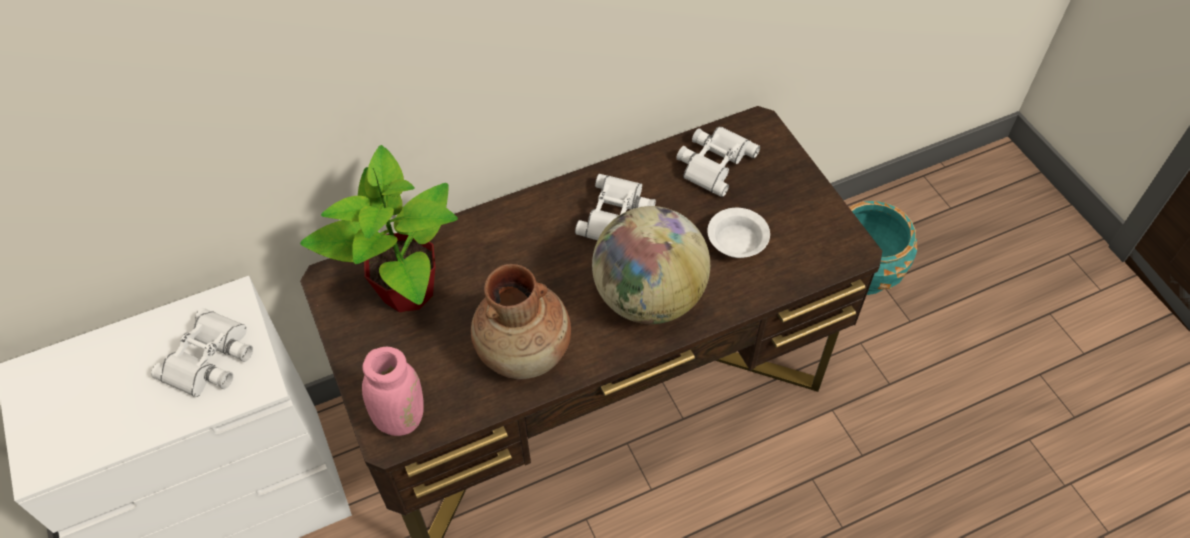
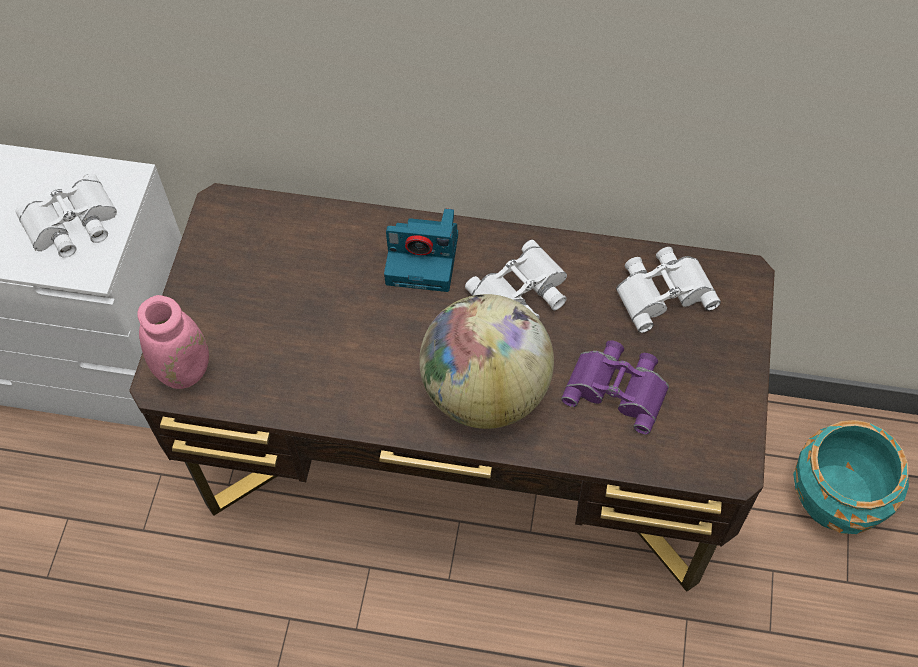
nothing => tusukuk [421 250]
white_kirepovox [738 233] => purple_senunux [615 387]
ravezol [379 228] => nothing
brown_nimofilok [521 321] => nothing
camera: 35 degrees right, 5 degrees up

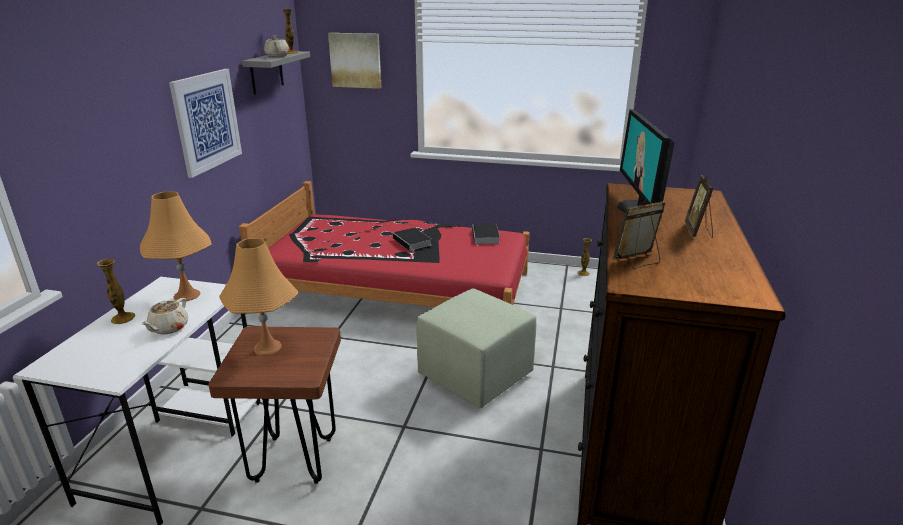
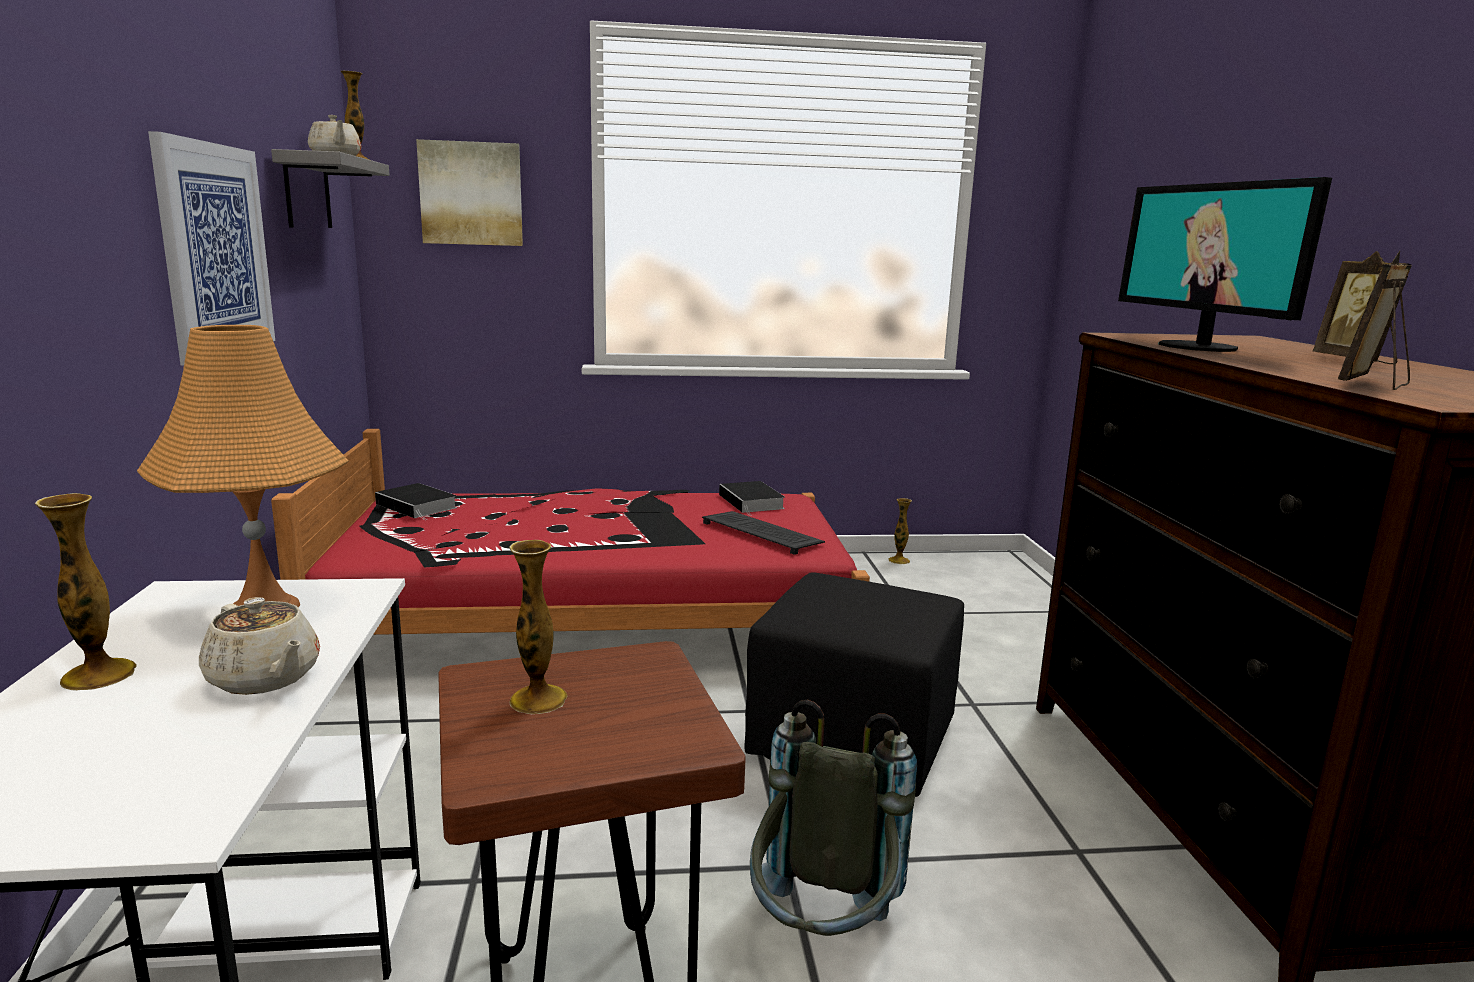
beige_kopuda [164 316] => beige_kopuda [259 646], 45 degrees counterclockwise
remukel [412 239] => remukel [416 501], moved
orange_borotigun [259 297] => nimofilok [538 627]
nothing => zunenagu [763 533]
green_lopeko [476 348] => black_lopeko [854 684]
nothing => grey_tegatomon [833 818]
camera: 20 degrees left, 10 degrees down

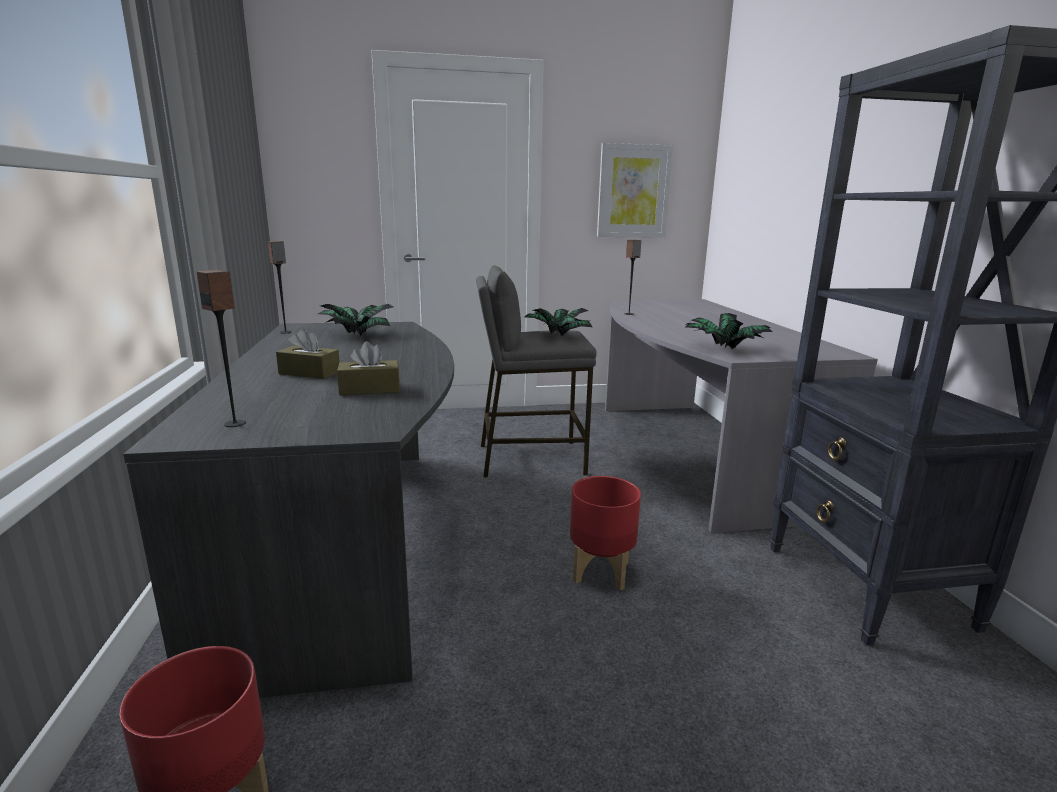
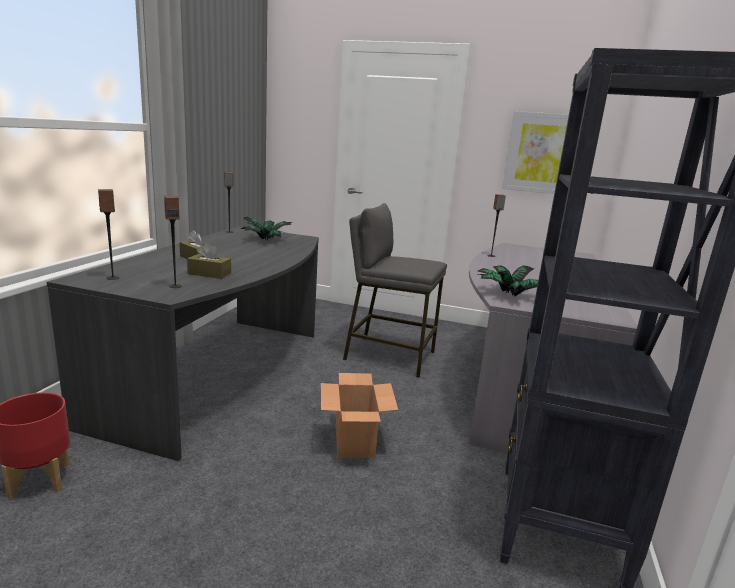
nothing => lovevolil [173 242]
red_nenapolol [605 533] => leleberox [359 415]
ravezol [558 322] => nothing
camera: 25 degrees right, 0 degrees up

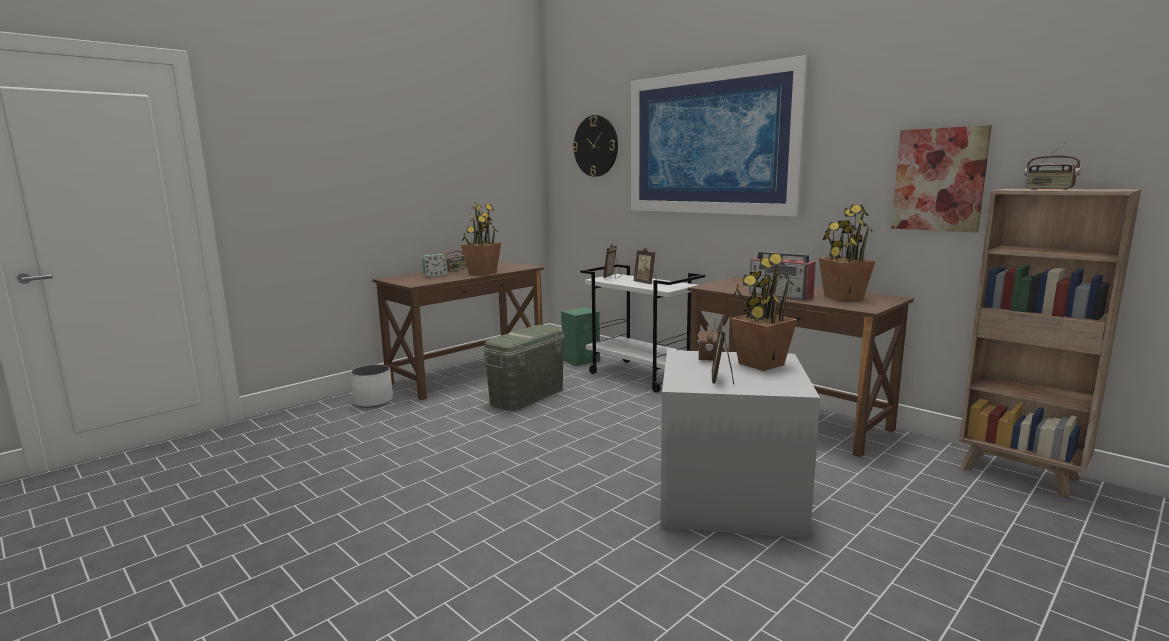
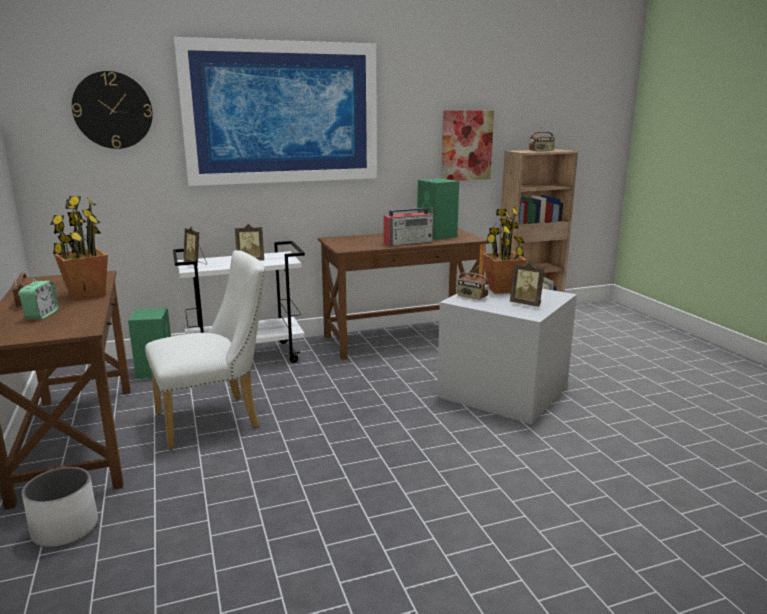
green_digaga [524 368] => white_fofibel [205 350]
ravezol [847 253] => green_lovevolil [438 209]
camera: 65 degrees left, 5 degrees up

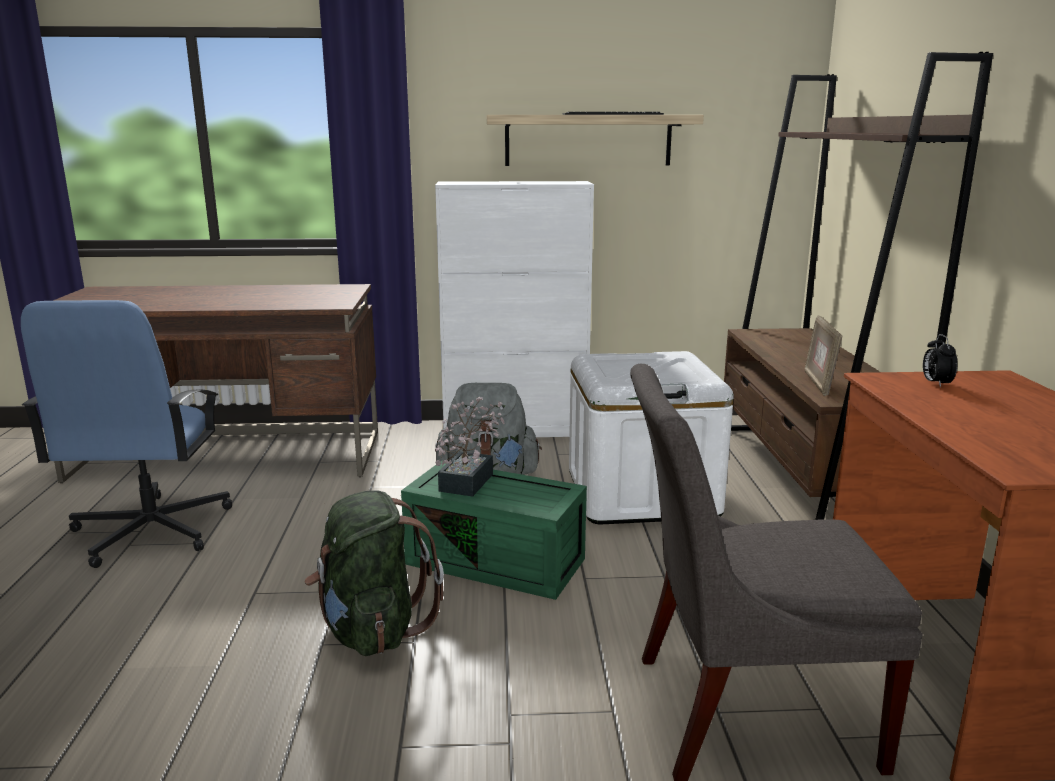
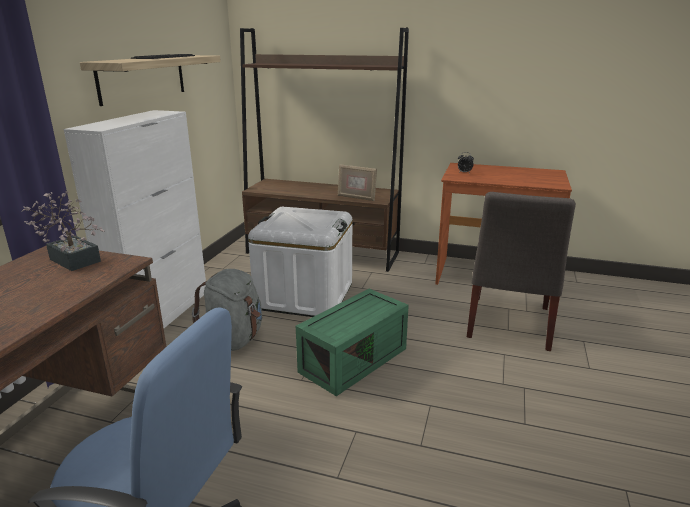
ravezol [470 447] => ravezol [63 231], moved
green_tegatomon [374 573] => nothing
camera: 70 degrees left, 5 degrees up

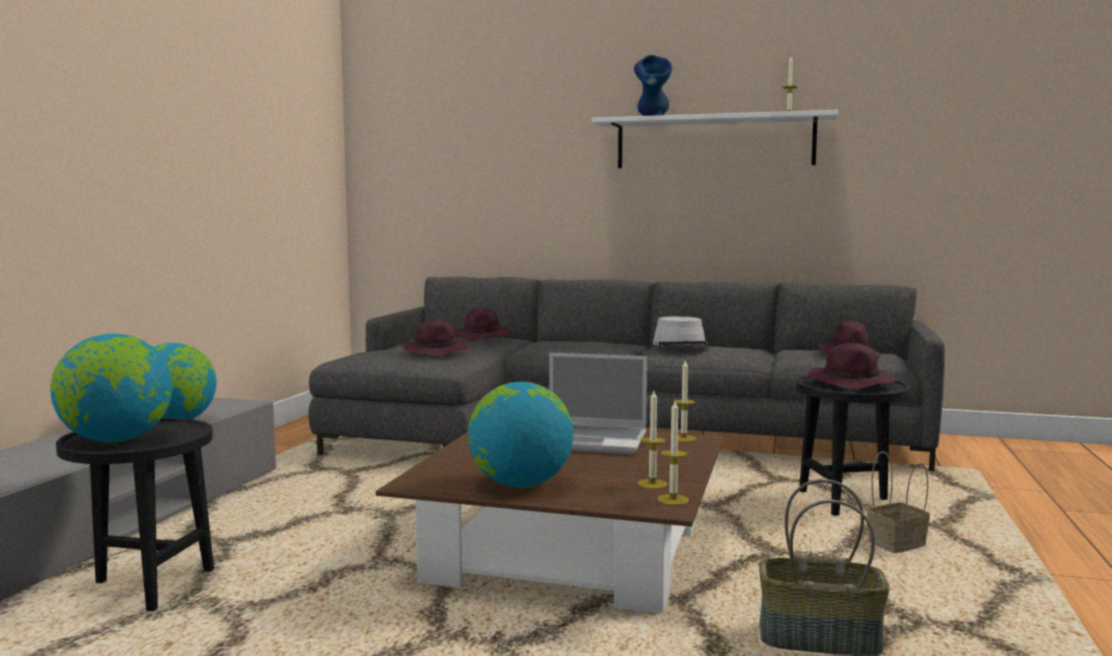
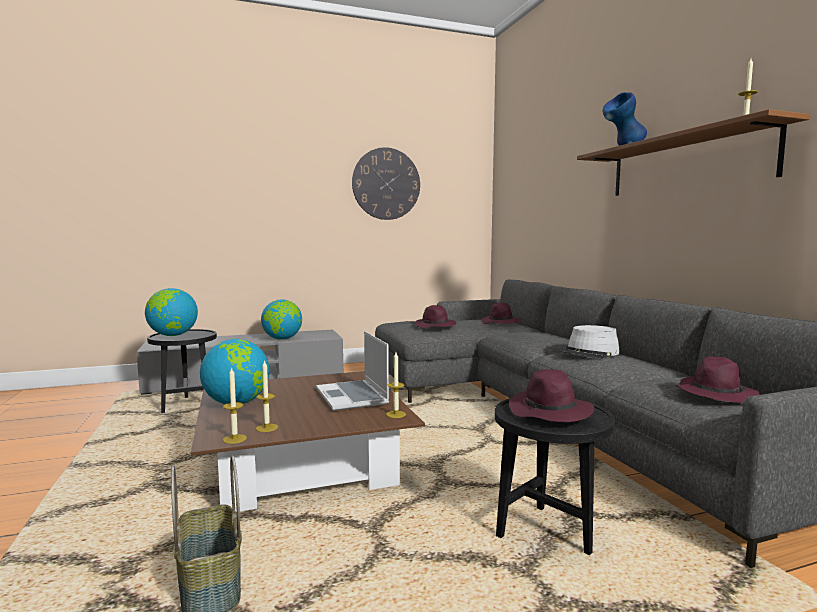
nothing => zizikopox [386 183]
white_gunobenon [715 139] => brown_gunobenon [693 152]
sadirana [898 502] => nothing
camera: 55 degrees right, 0 degrees up

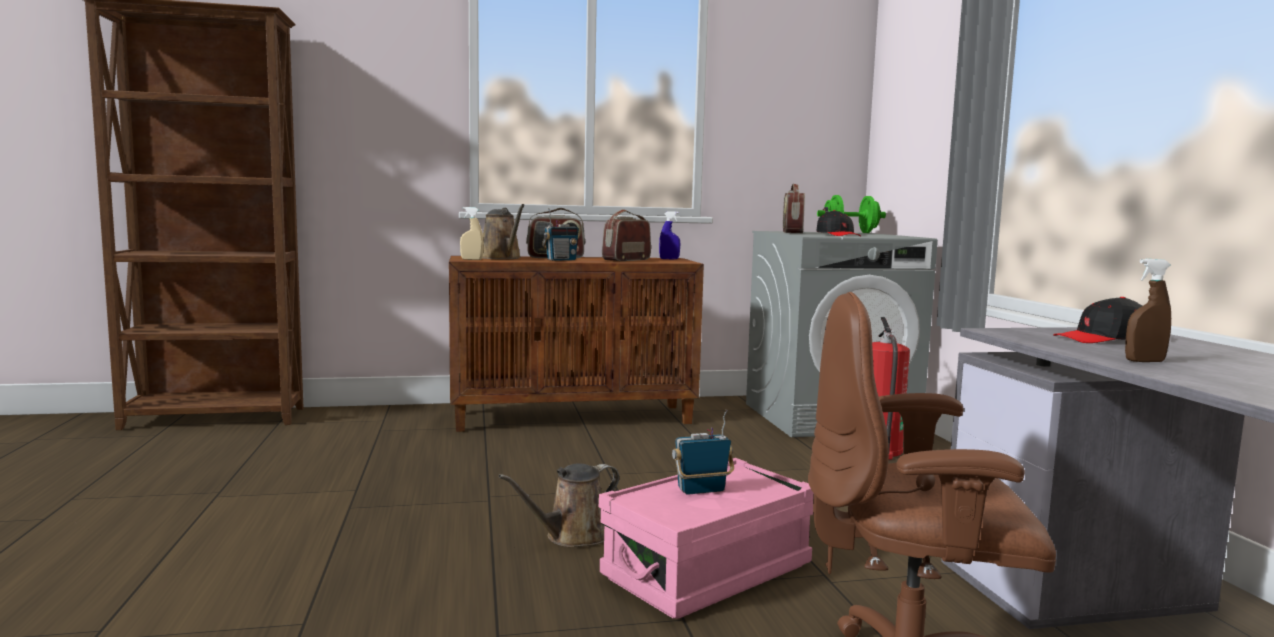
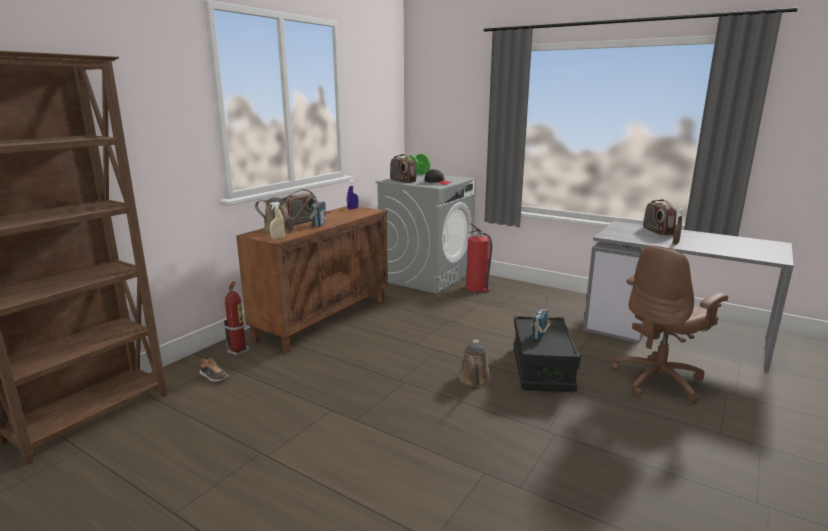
nothing => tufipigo [215 370]
nothing => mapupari [237 319]
pink_digaga [706 538] => black_digaga [547 354]
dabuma [626 235] => dabuma [660 217], moved
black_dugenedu [1097 320] => nothing
camera: 45 degrees left, 10 degrees up

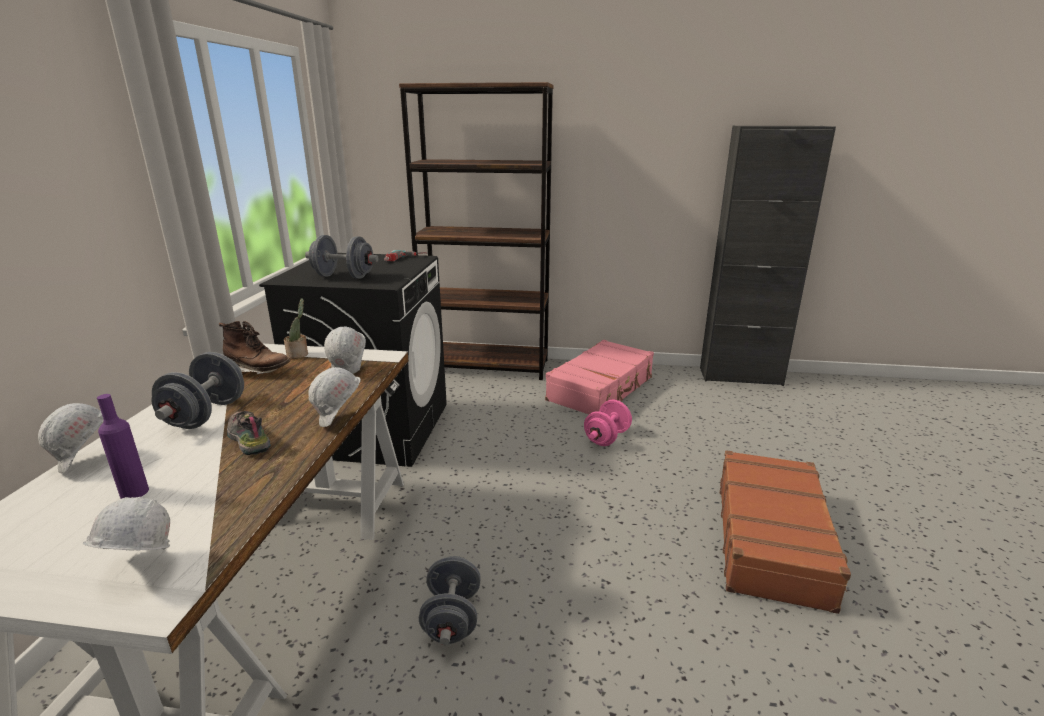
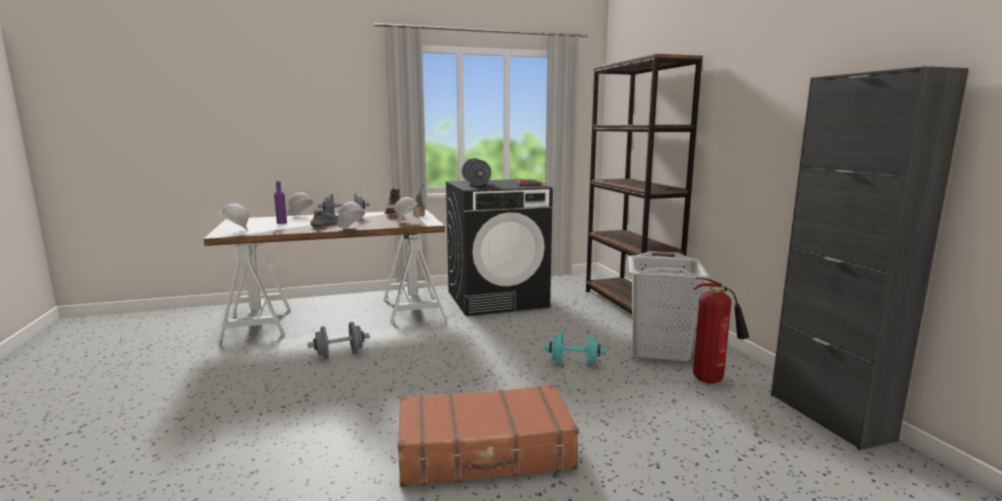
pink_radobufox [608 423] => turquoise_radobufox [575 349]
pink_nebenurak [599 377] => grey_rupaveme [668 306]
nothing => mapupari [721 330]
camera: 65 degrees right, 10 degrees down

